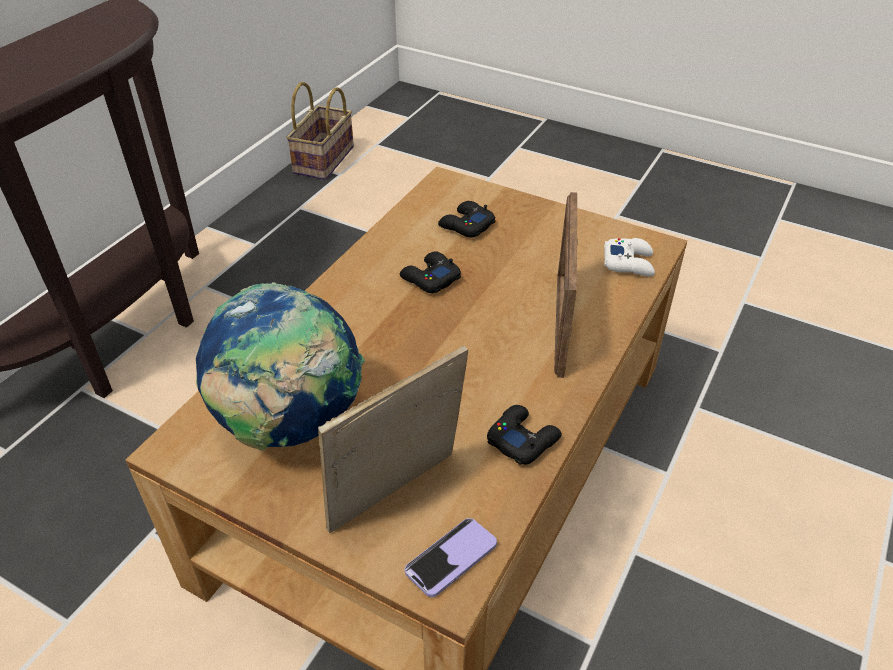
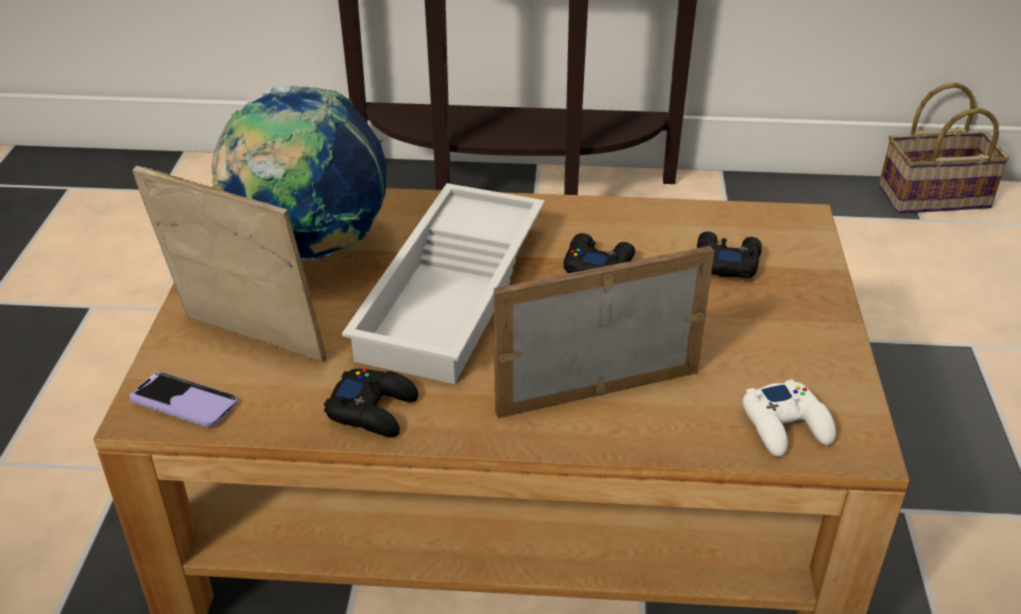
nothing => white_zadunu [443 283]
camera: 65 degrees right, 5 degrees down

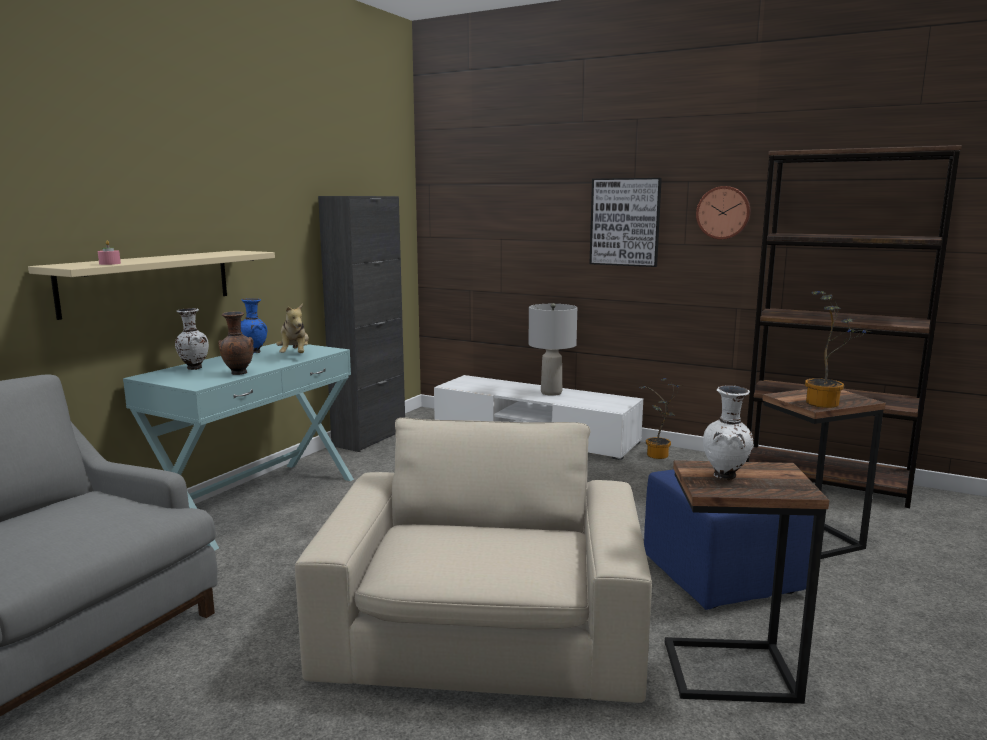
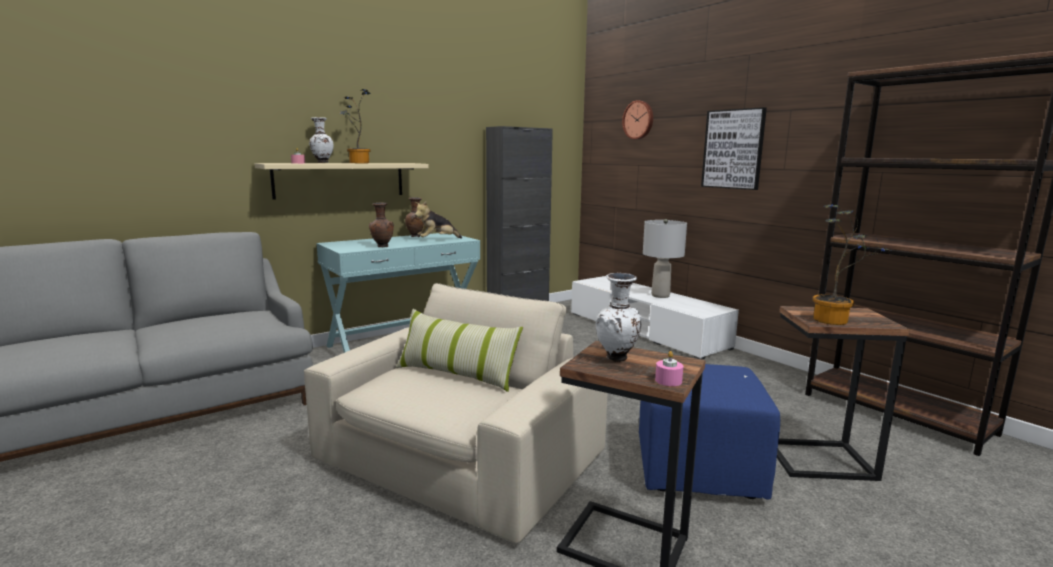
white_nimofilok [192 339] => white_nimofilok [321 140], moved
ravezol [661 418] => ravezol [356 126], moved
nothing => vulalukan [459 350]
blue_nimofilok [254 325] => brown_nimofilok [414 217]
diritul [292 328] => diritul [438 220], 45 degrees clockwise
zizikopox [723 212] => zizikopox [637 119], moved
nothing => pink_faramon [669 368]
camera: 25 degrees right, 0 degrees up

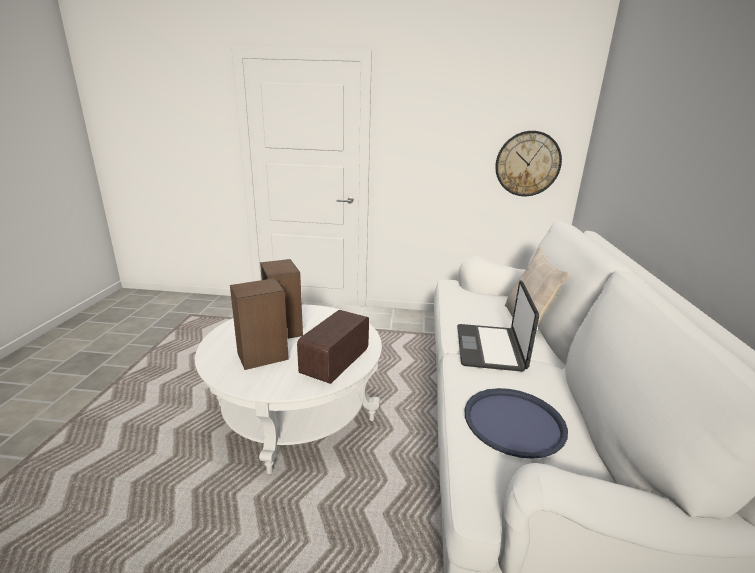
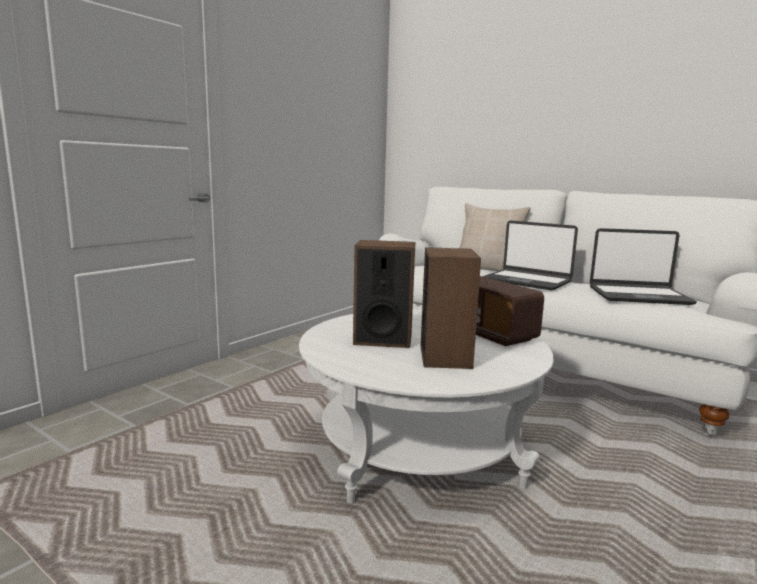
blue_zadunu [516 423] => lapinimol [643 266]
zizikopox [528 163] => nothing
camera: 60 degrees left, 10 degrees down

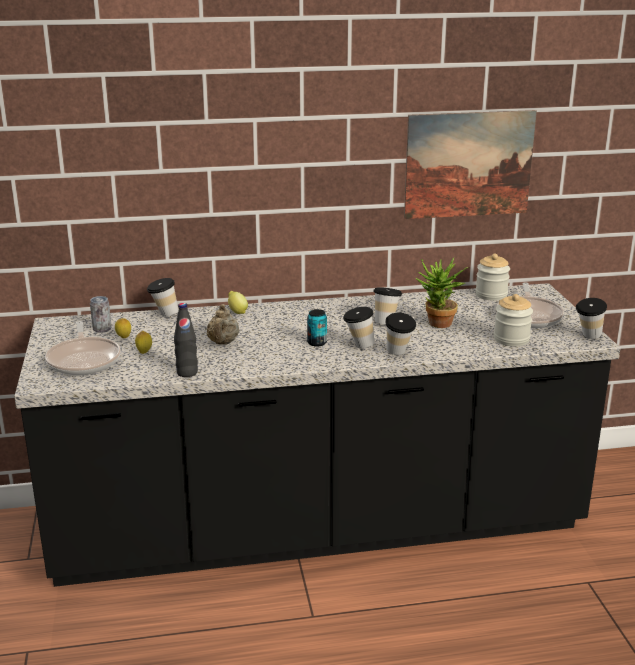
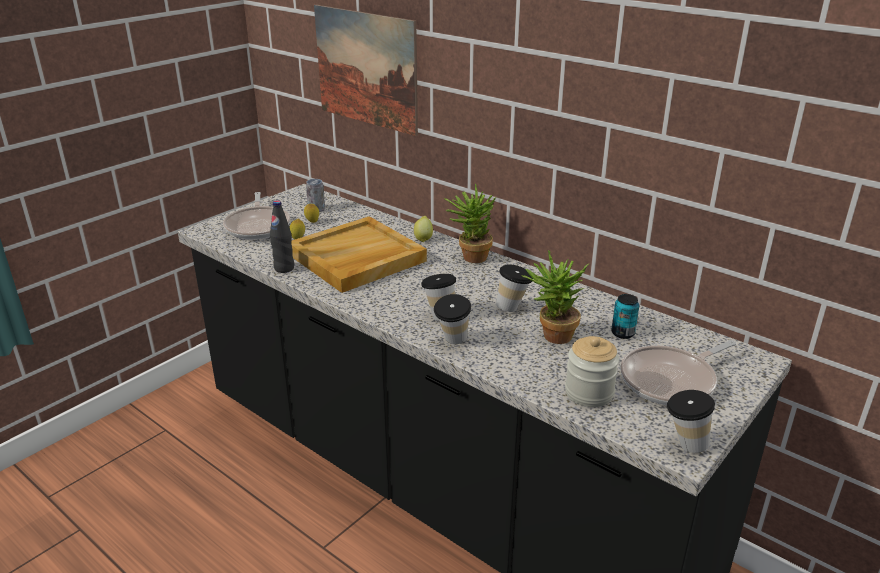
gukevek [83 348] => gukevek [256 215], 45 degrees counterclockwise
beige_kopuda [223 324] => beige_zadunu [359 254]
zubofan [470 164] => zubofan [366 70], moved
nothing => ravezol [470 223]
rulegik [317 328] => rulegik [625 316], moved
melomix [163 297] => nothing
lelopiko [492 277] => nothing
camera: 50 degrees right, 5 degrees up

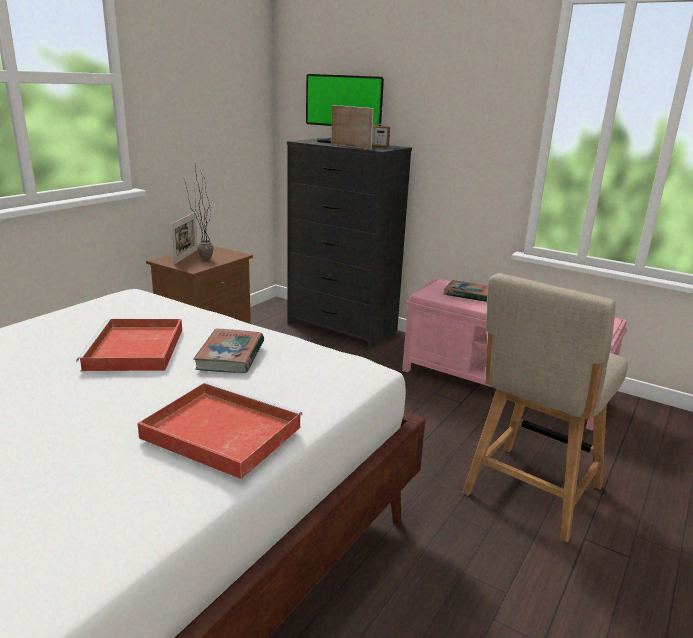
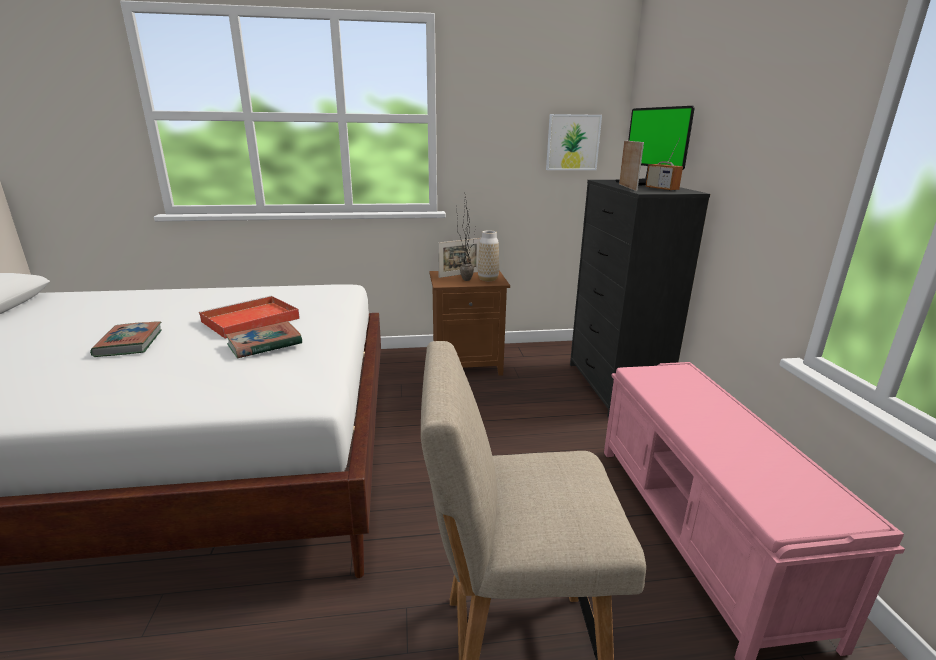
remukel [466 291] => remukel [126 339], moved
nothing => nimofilok [488 255]
nothing => zubofan [574 142]
red_zadunu [220 430] => nothing
camera: 50 degrees right, 0 degrees up

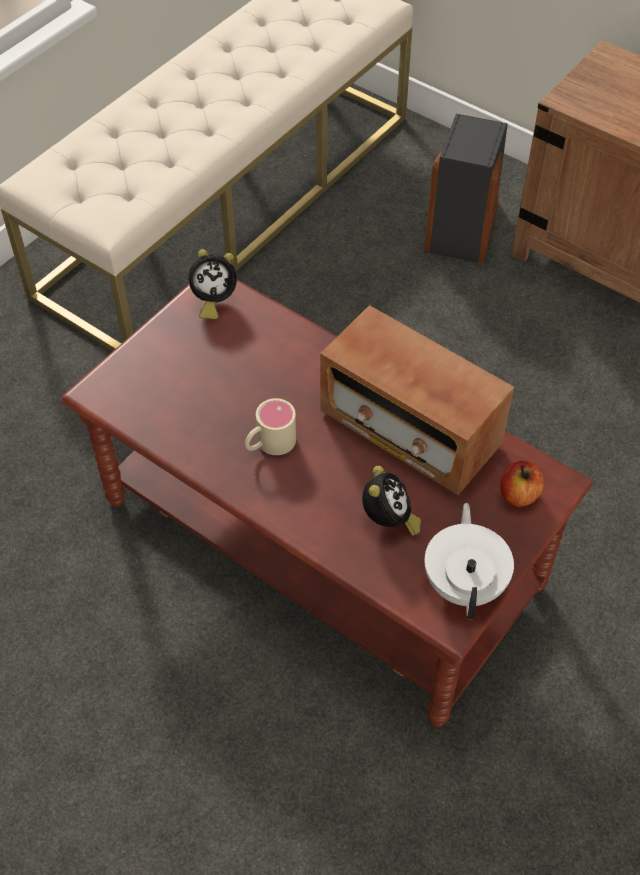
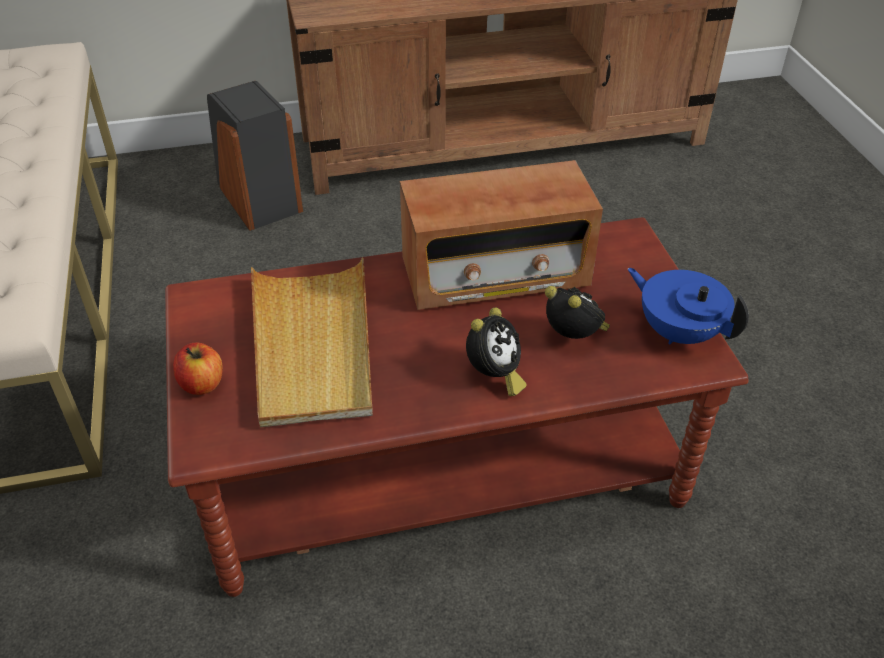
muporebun [522 484] => muporebun [198 369], moved
nothing => beige_zadunu [312 342]
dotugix [212 284] => dotugix [496 351], moved
white_kopuda [469 561] => blue_kopuda [688 306]
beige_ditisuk [270 426] => nothing
camera: 50 degrees left, 10 degrees down

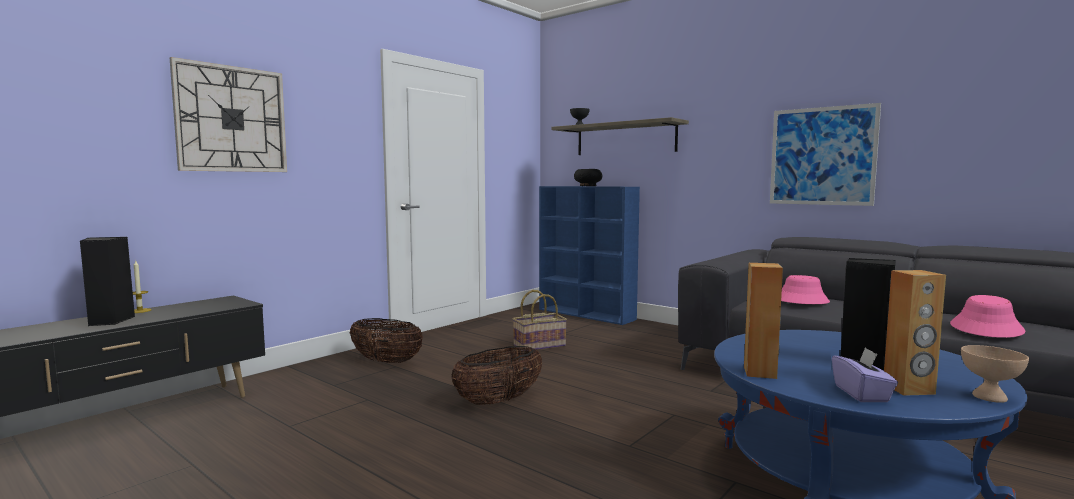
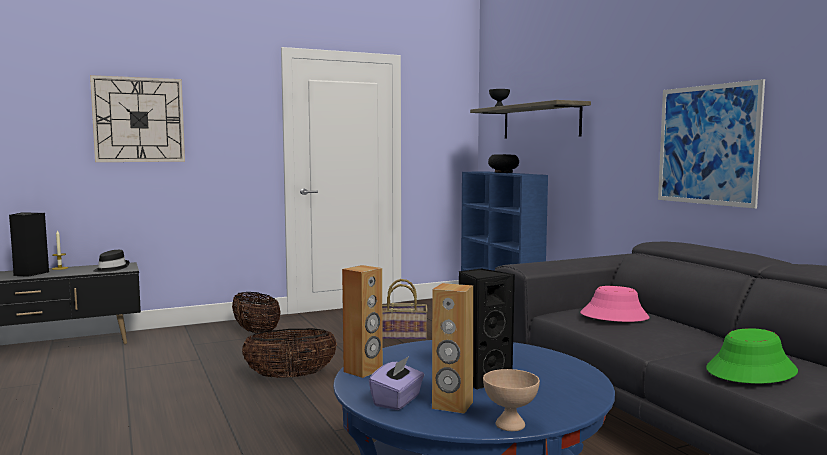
nothing => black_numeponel [111 261]
pink_numeponel [988 316] => green_numeponel [752 356]
camera: 25 degrees right, 0 degrees up

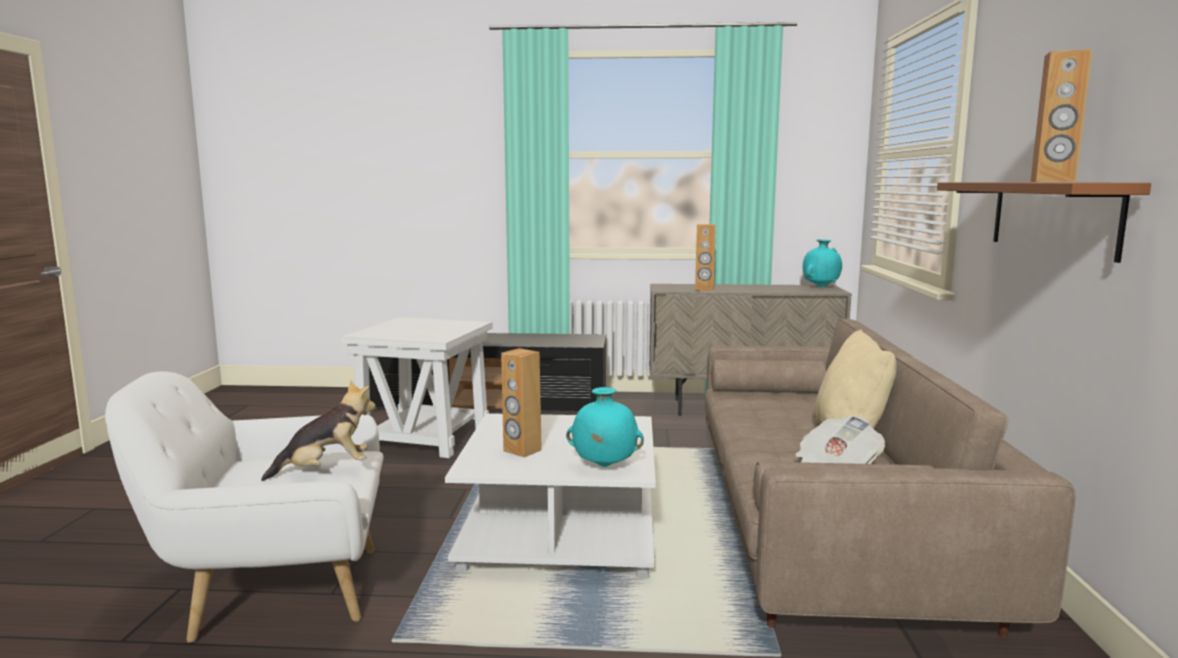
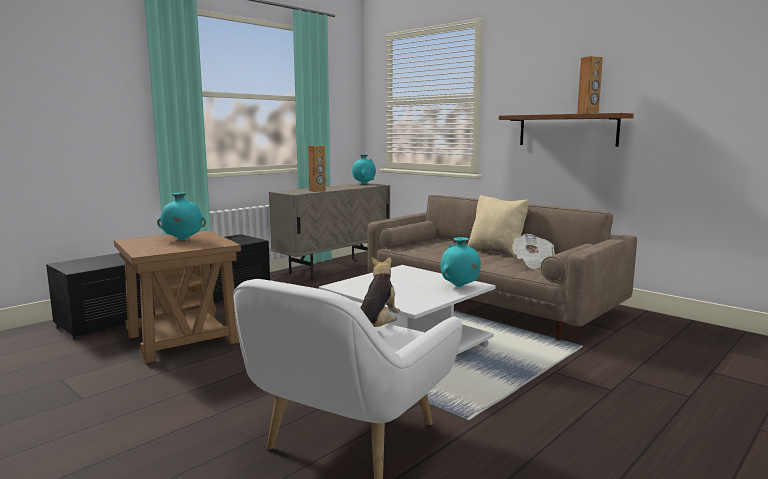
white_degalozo [416 387] => brown_degalozo [177 297]
nothing => turquoise_nimofilok [181 216]
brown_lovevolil [521 402] => nothing
camera: 50 degrees left, 0 degrees up

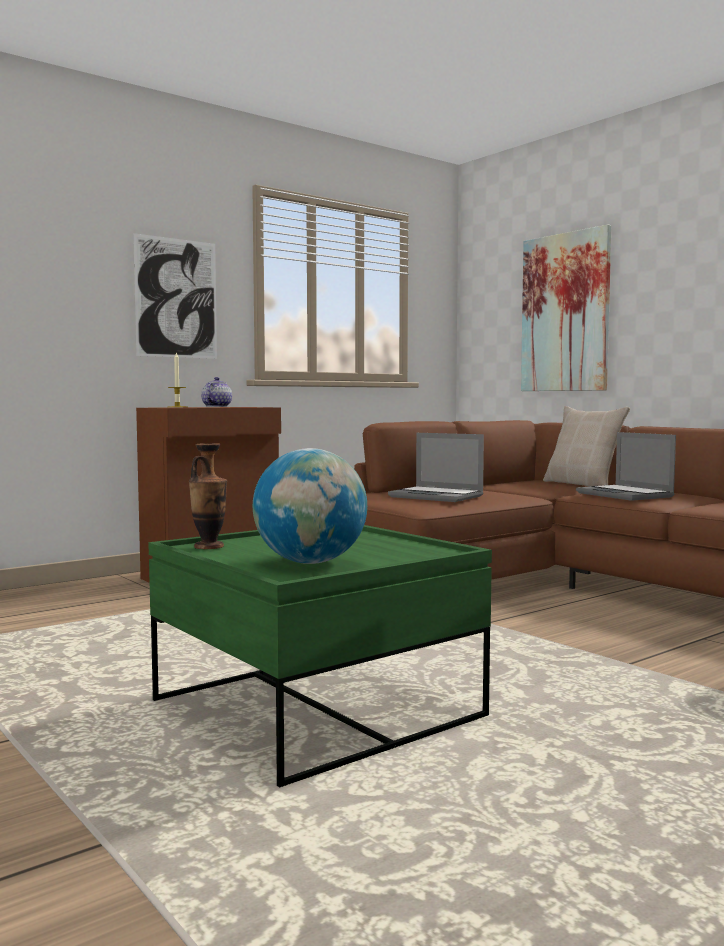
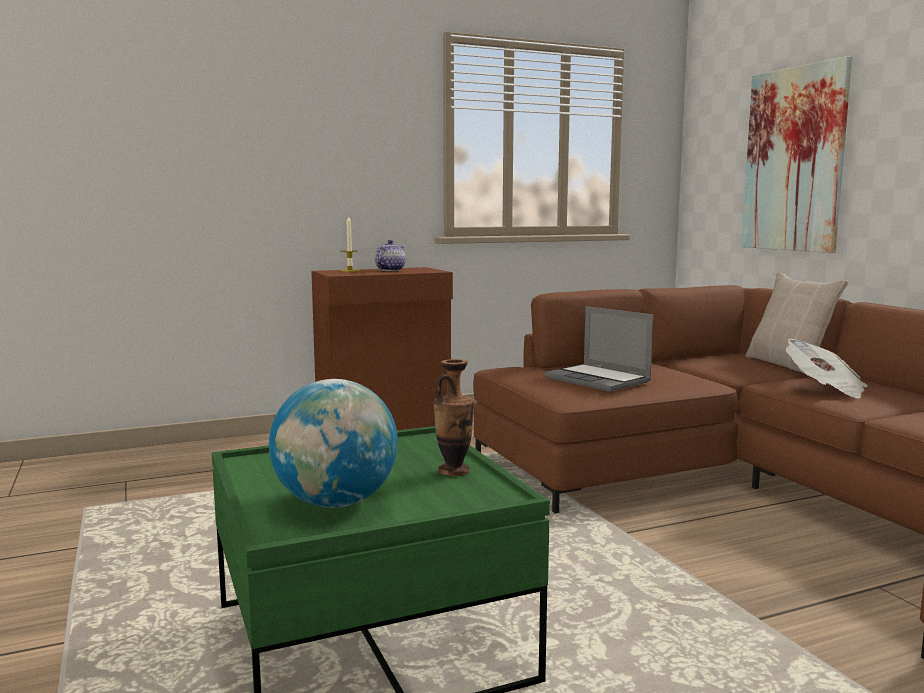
nimofilok [208 496] => nimofilok [454 417], moved
lapinimol [626 466] => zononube [827 368]
zubofan [175 296] => nothing
camera: 15 degrees right, 5 degrees up

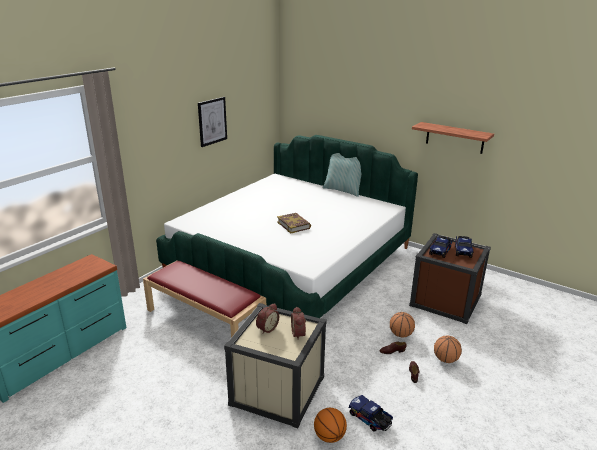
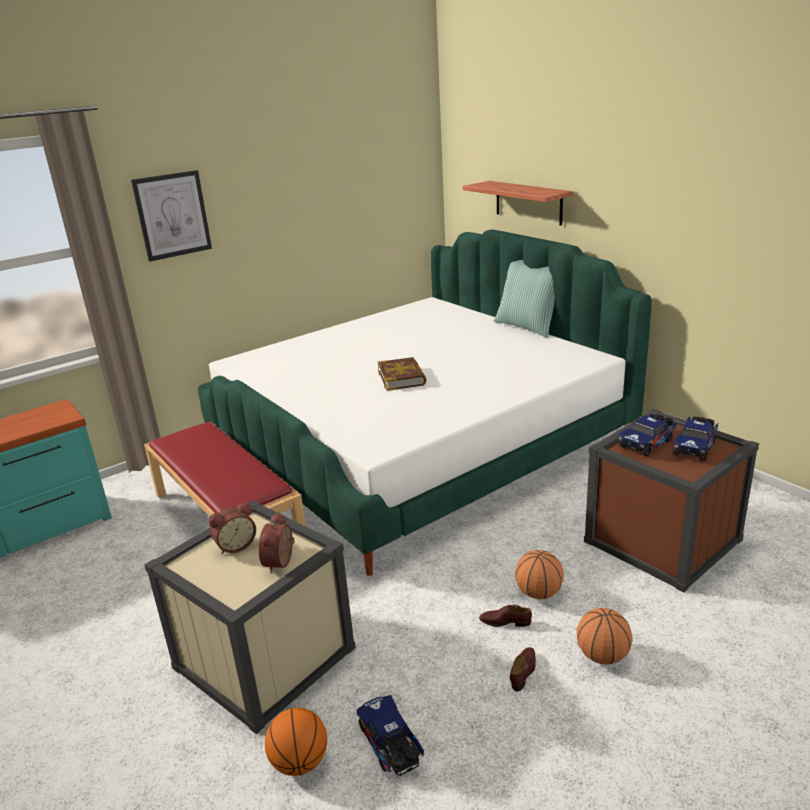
zubofan [212 122] => zubofan [171 216], moved
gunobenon [453 138] => gunobenon [518 203], moved
camera: 20 degrees right, 0 degrees up

